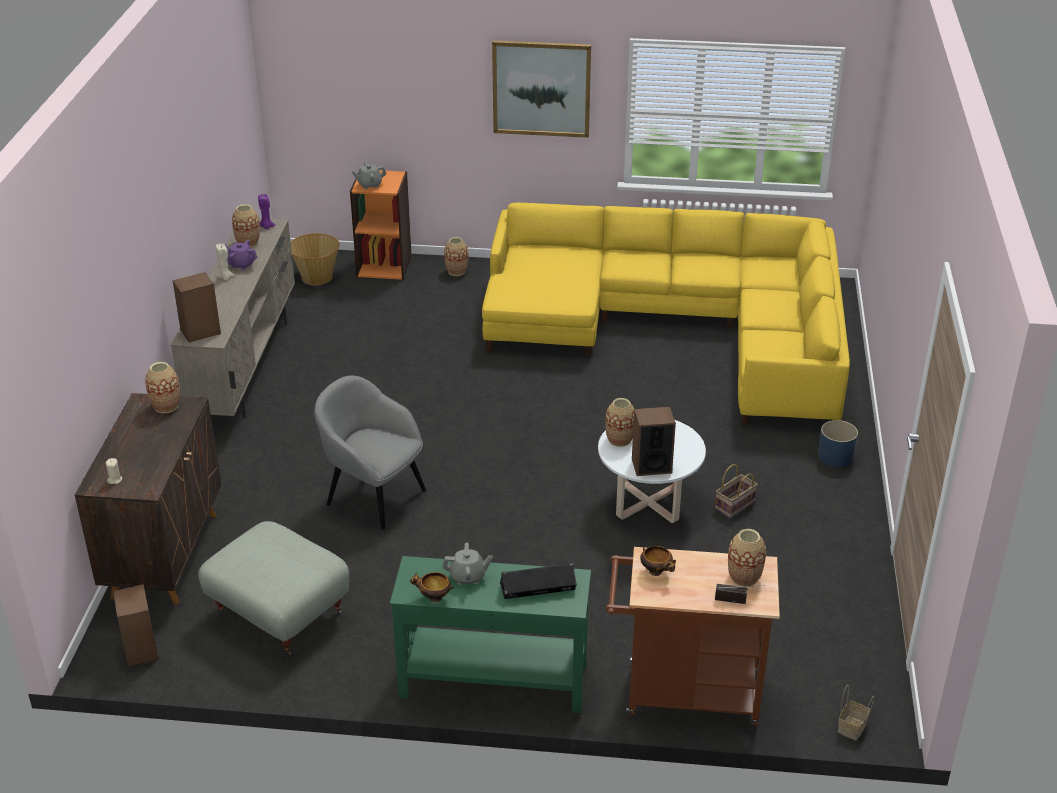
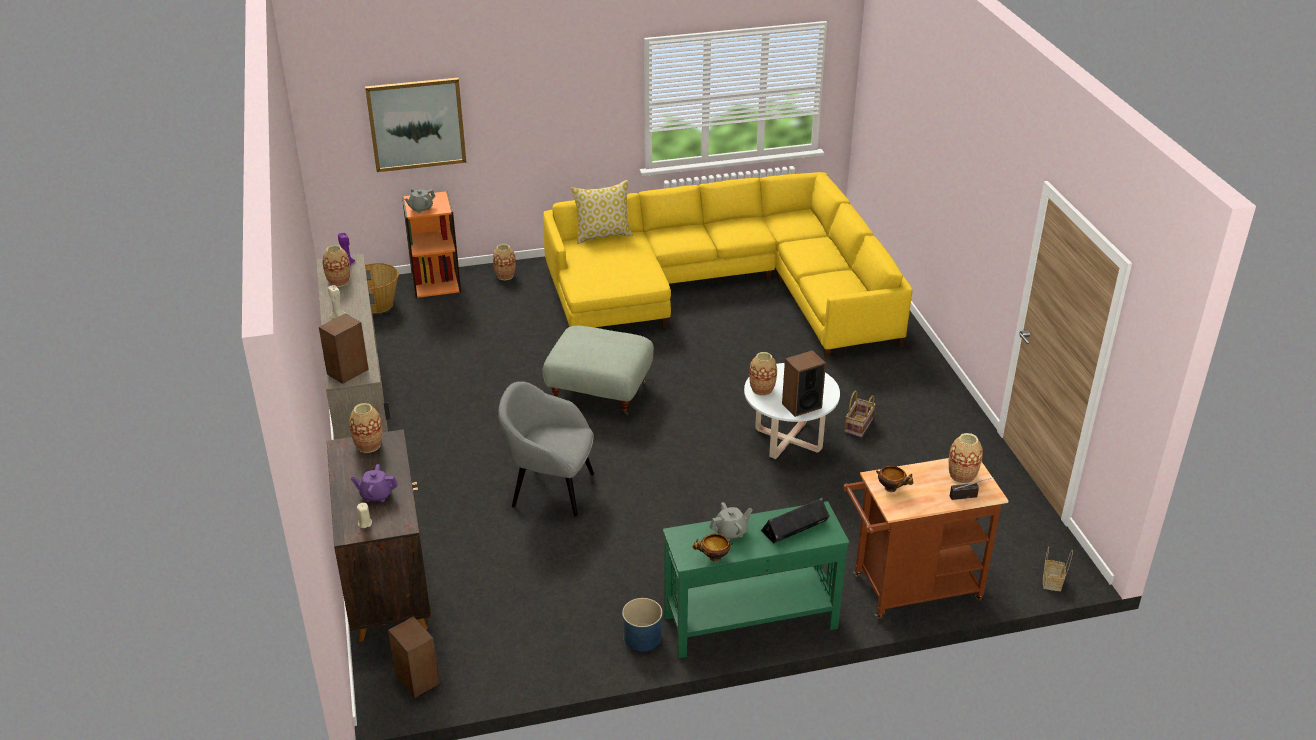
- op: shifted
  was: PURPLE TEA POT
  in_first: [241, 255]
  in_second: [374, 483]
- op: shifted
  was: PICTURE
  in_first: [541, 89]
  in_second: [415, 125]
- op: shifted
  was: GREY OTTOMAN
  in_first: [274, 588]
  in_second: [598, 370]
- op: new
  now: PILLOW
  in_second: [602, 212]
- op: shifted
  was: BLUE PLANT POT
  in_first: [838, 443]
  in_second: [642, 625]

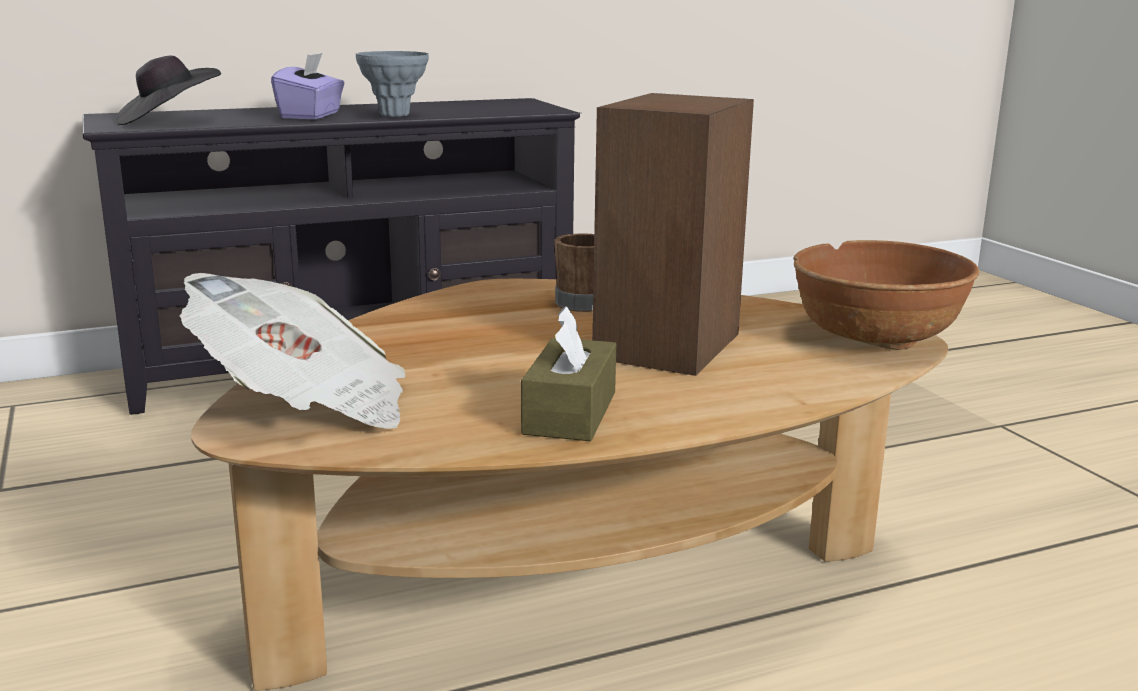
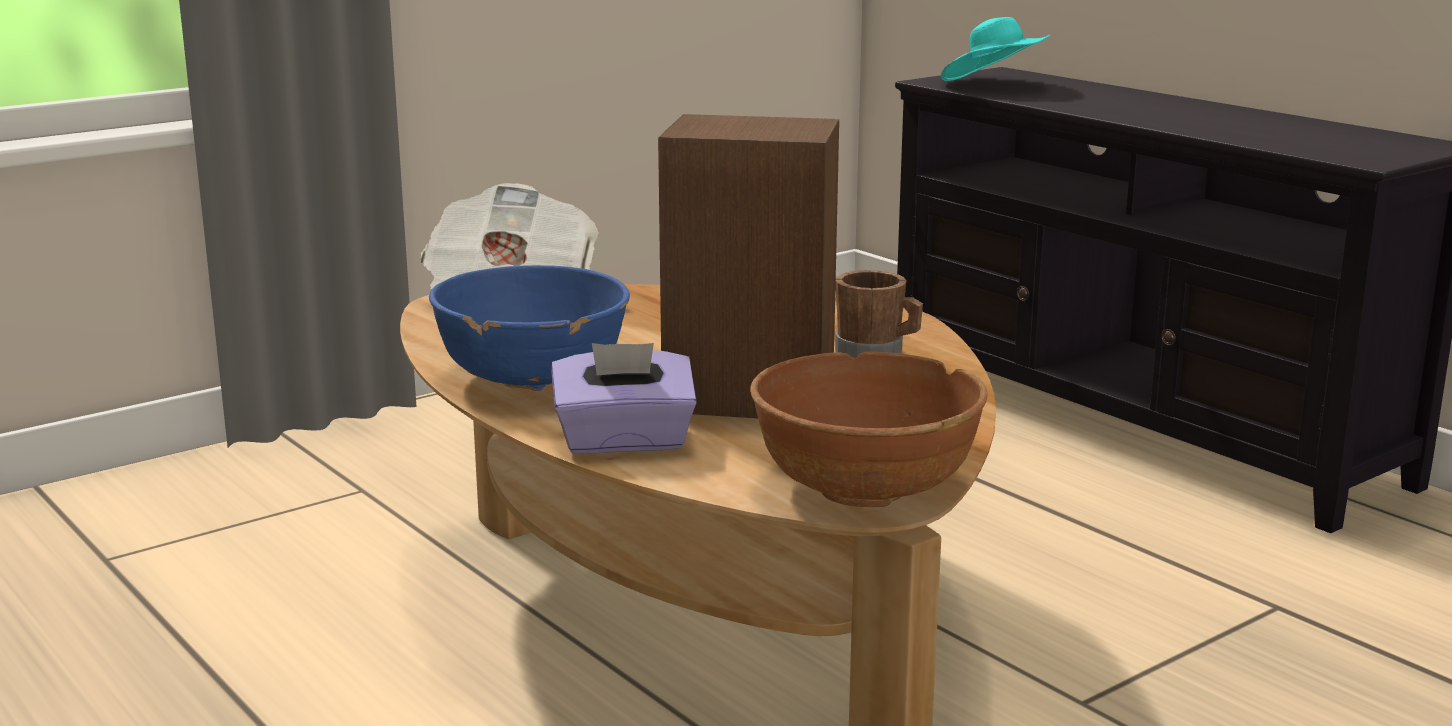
- op: swapped
  was: BROWN BOX OF TISSUES
  now: BLUE SERVING BOWL
  in_first: [568, 373]
  in_second: [529, 328]
- op: shifted
  was: PURPLE BOX OF TISSUES
  in_first: [308, 86]
  in_second: [624, 398]
- op: repainted
  was: BLACK CLOTHING HAT
  now: TURQUOISE CLOTHING HAT
  in_first: [168, 90]
  in_second: [996, 49]
- op: gone
  was: GREY FLOWER VASE
  in_first: [392, 84]

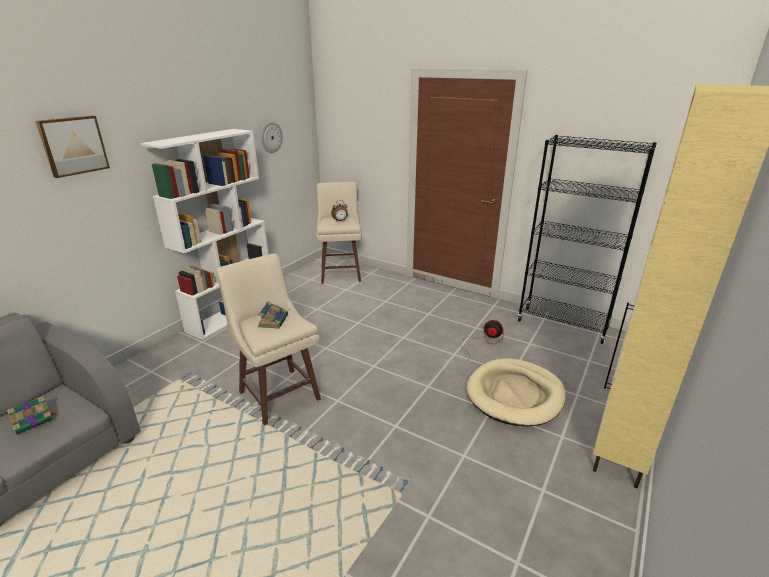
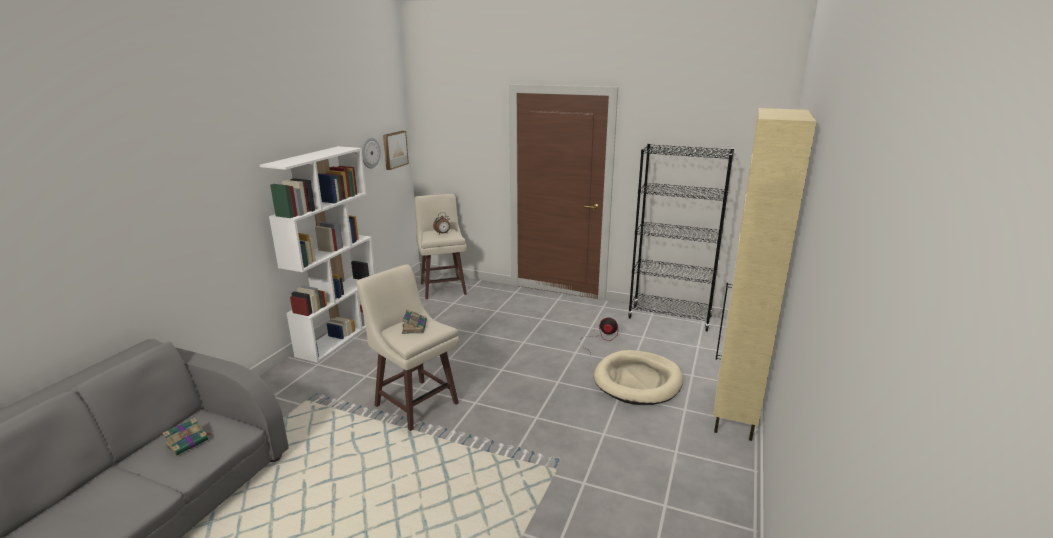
- op: shifted
  was: PICTURE
  in_first: [73, 147]
  in_second: [396, 150]

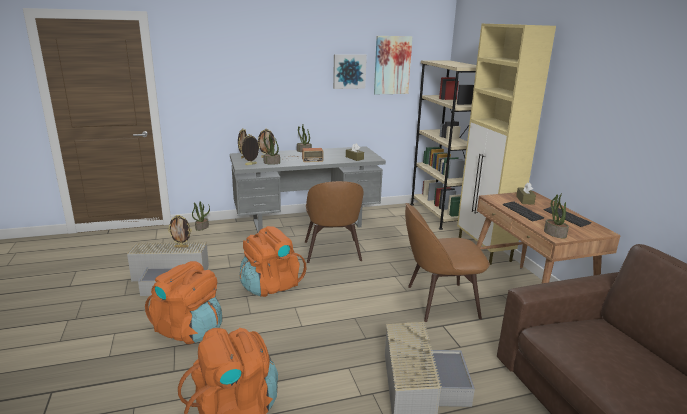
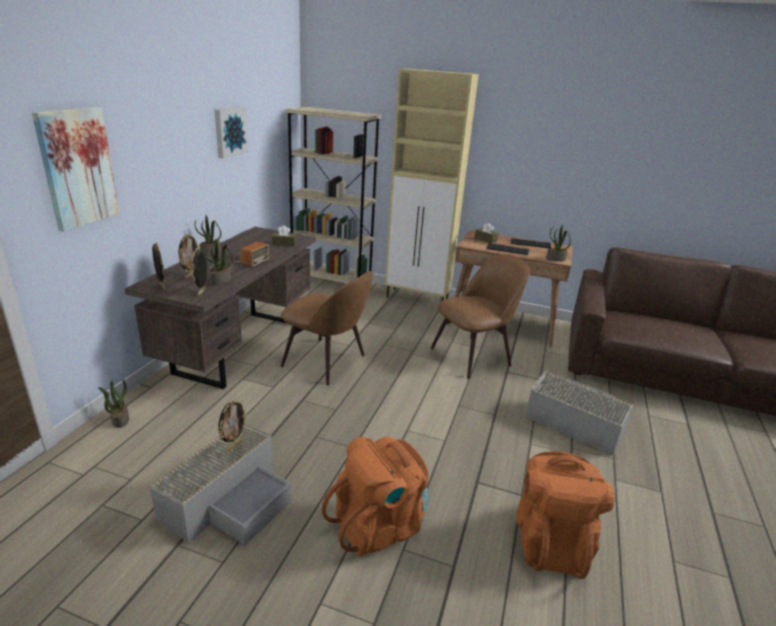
- op: shifted
  was: PICTURE
  in_first: [393, 65]
  in_second: [76, 169]
- op: repainted
  was: GREY DESK TABLE
  now: BROWN DESK TABLE
  in_first: [308, 189]
  in_second: [220, 308]
- op: rotated
  was: BROWN PLAIN CHAIR
  in_first: [447, 262]
  in_second: [480, 316]
  clockwise: -150
- op: gone
  was: ORANGE BACKPACK
  in_first: [273, 261]

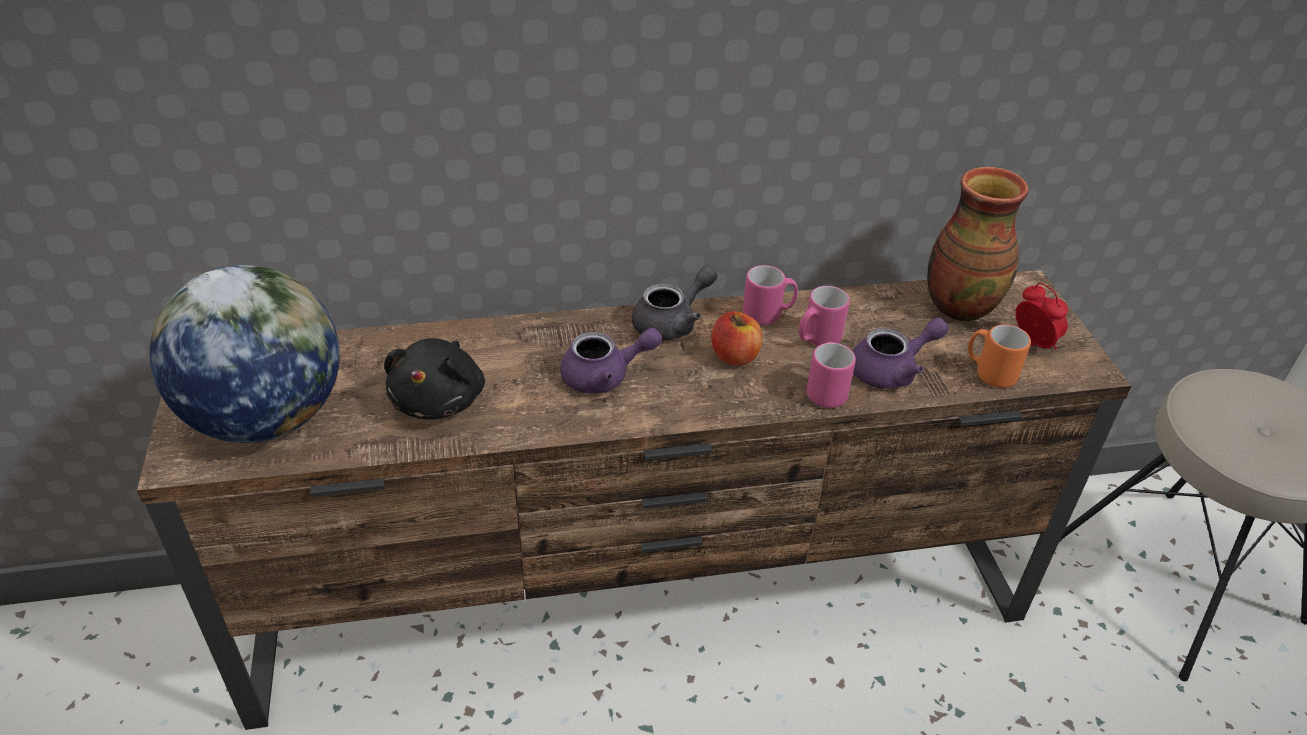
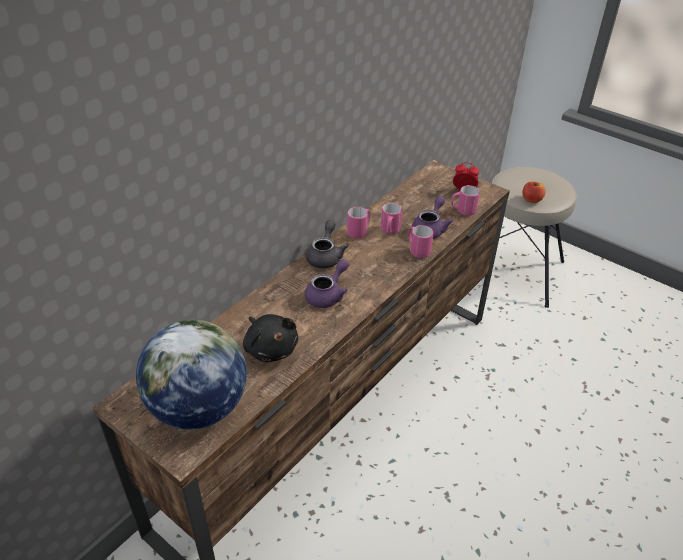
- op: repainted
  was: ORANGE COFFEE MUG
  now: PINK-COLOURED COFFEE MUG
  in_first: [999, 356]
  in_second: [465, 200]
- op: shifted
  was: APPLE FRUIT
  in_first: [736, 338]
  in_second: [534, 192]
- op: gone
  was: FLOWER VASE
  in_first: [978, 244]

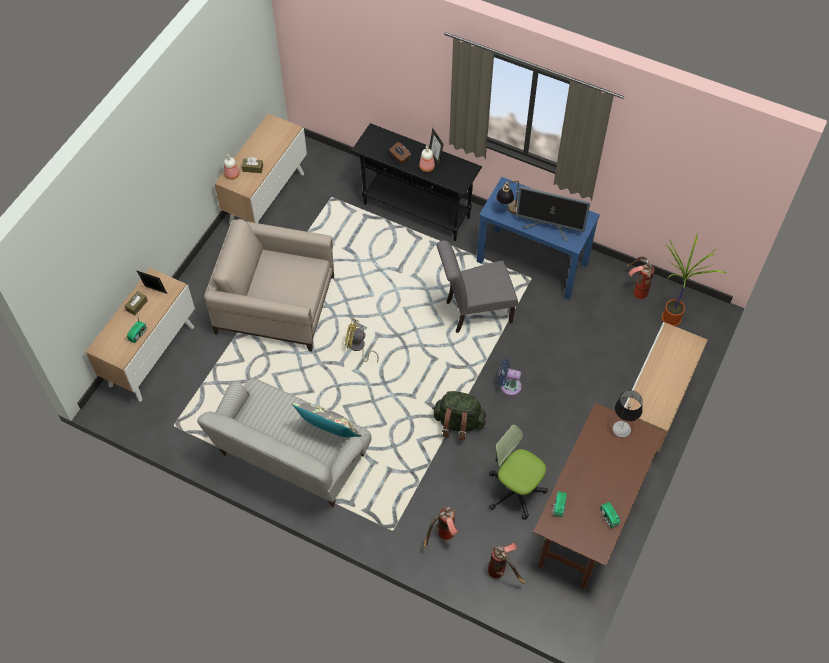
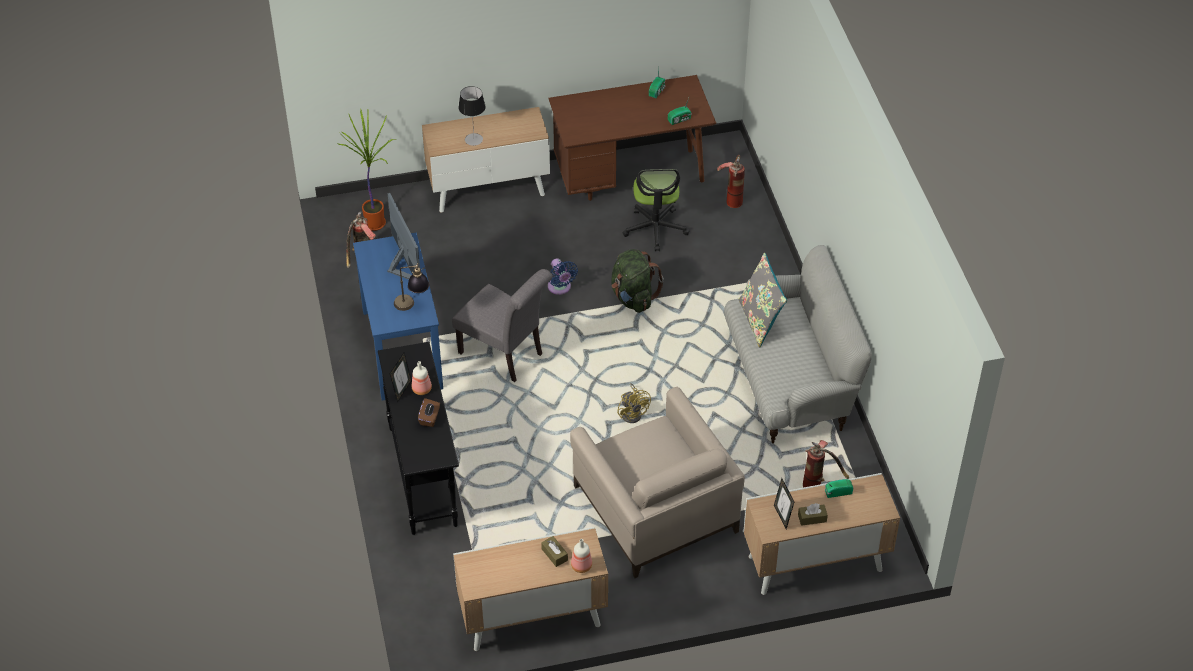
- op: shifted
  was: TABLE LAMP
  in_first: [628, 413]
  in_second: [472, 116]
- op: shifted
  was: FIRE-FIGHTING CYLINDER
  in_first: [440, 527]
  in_second: [826, 464]

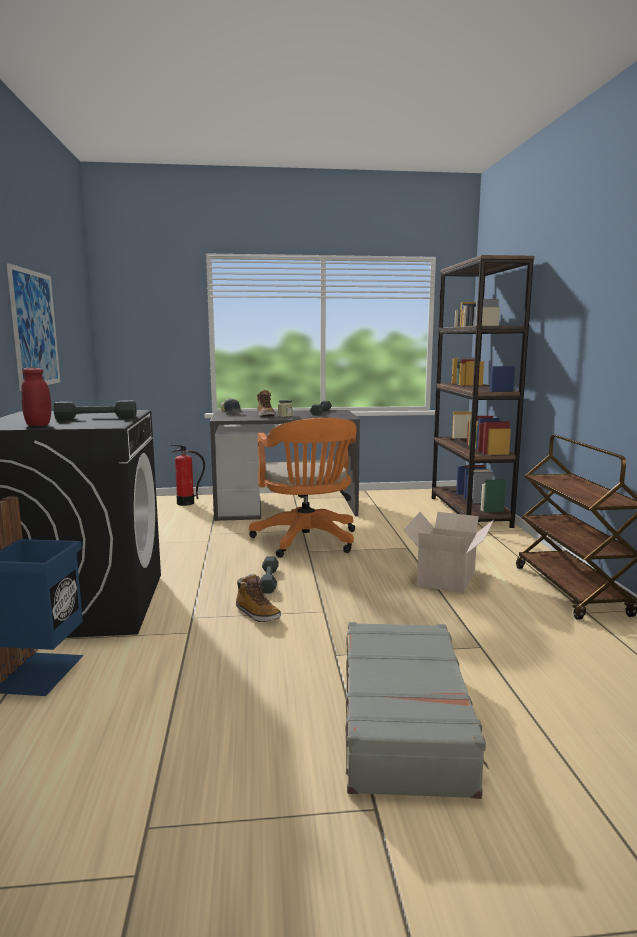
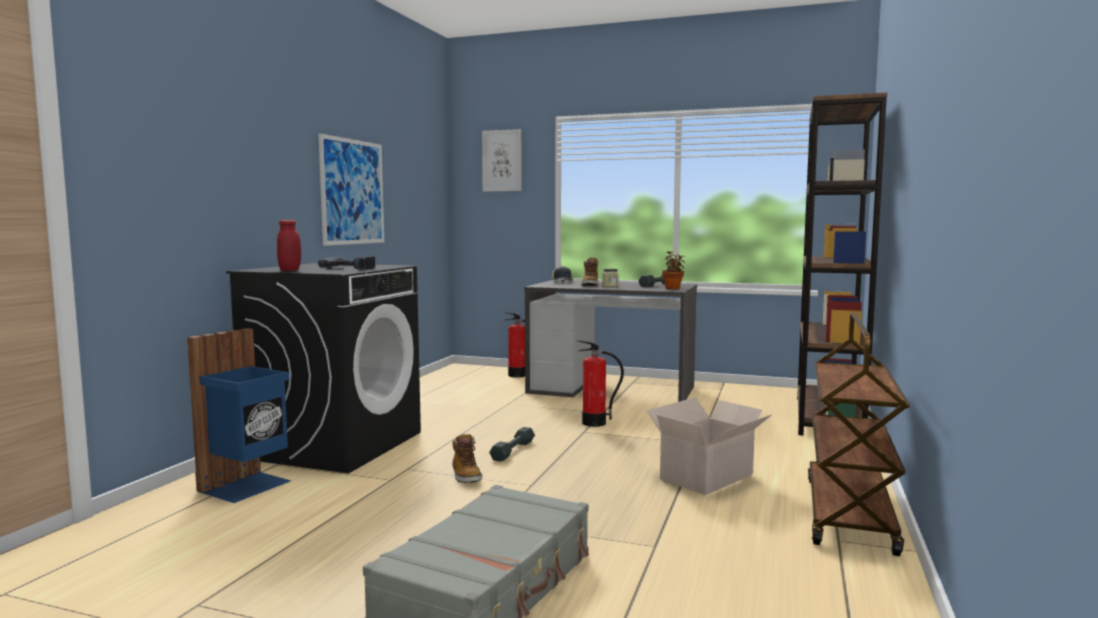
- op: swapped
  was: GREY DUMBBELL
  now: ELECTRIC DRILL
  in_first: [95, 410]
  in_second: [347, 263]
- op: new
  now: PICTURE
  in_second: [502, 160]
- op: swapped
  was: ORANGE DESK CHAIR
  now: FIRE-FIGHTING CYLINDER
  in_first: [303, 488]
  in_second: [600, 383]
- op: new
  now: POTTED PLANT
  in_second: [673, 270]

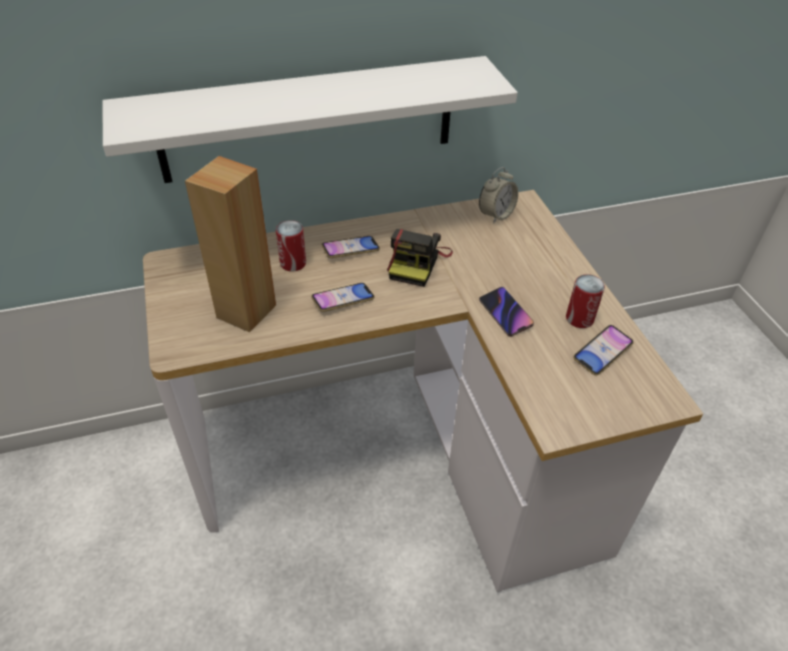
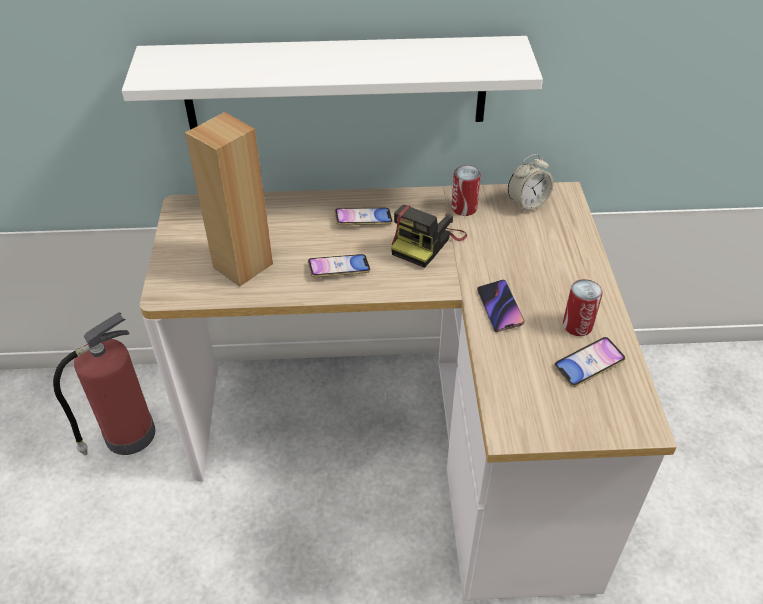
- op: new
  now: FIRE-FIGHTING CYLINDER
  in_second: [104, 383]
- op: shifted
  was: SEALED CAN
  in_first: [291, 246]
  in_second: [466, 190]

